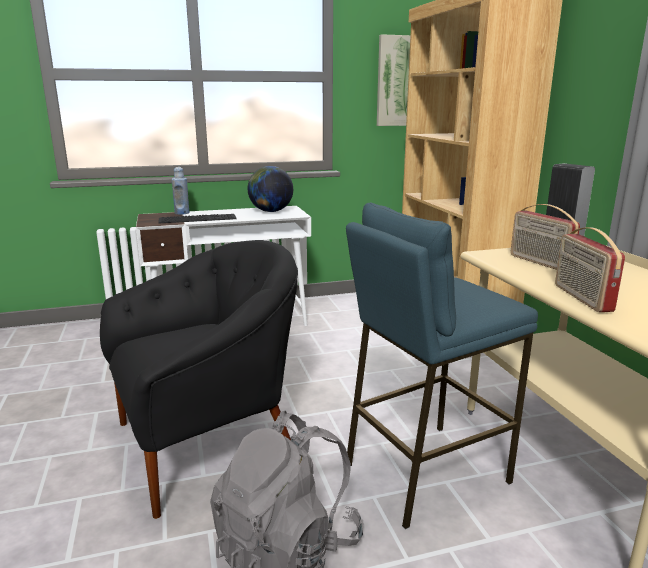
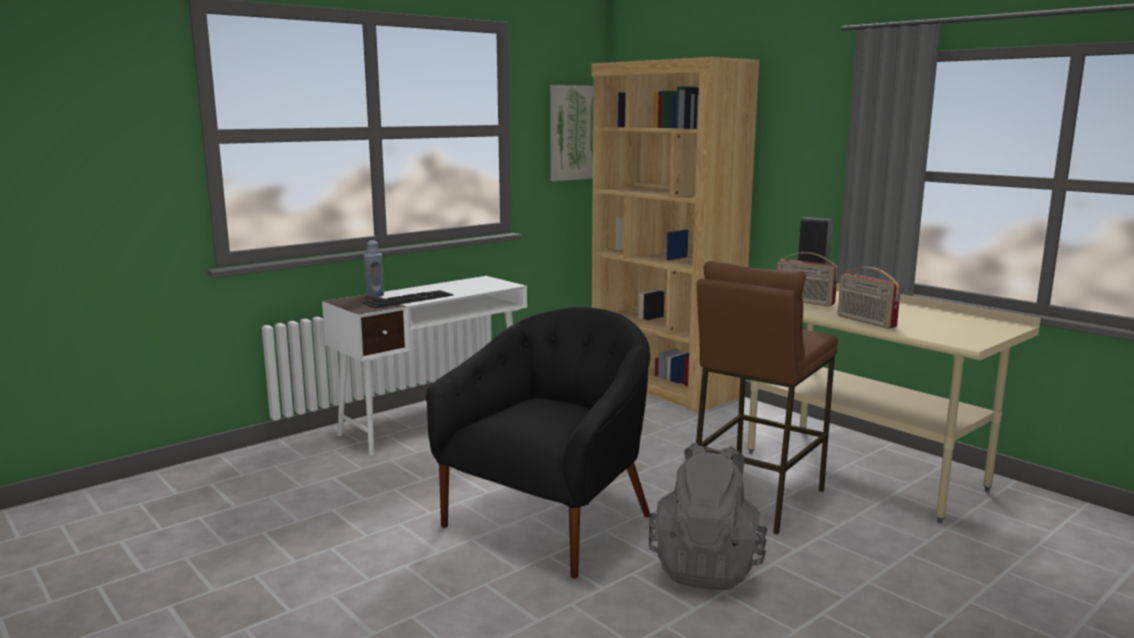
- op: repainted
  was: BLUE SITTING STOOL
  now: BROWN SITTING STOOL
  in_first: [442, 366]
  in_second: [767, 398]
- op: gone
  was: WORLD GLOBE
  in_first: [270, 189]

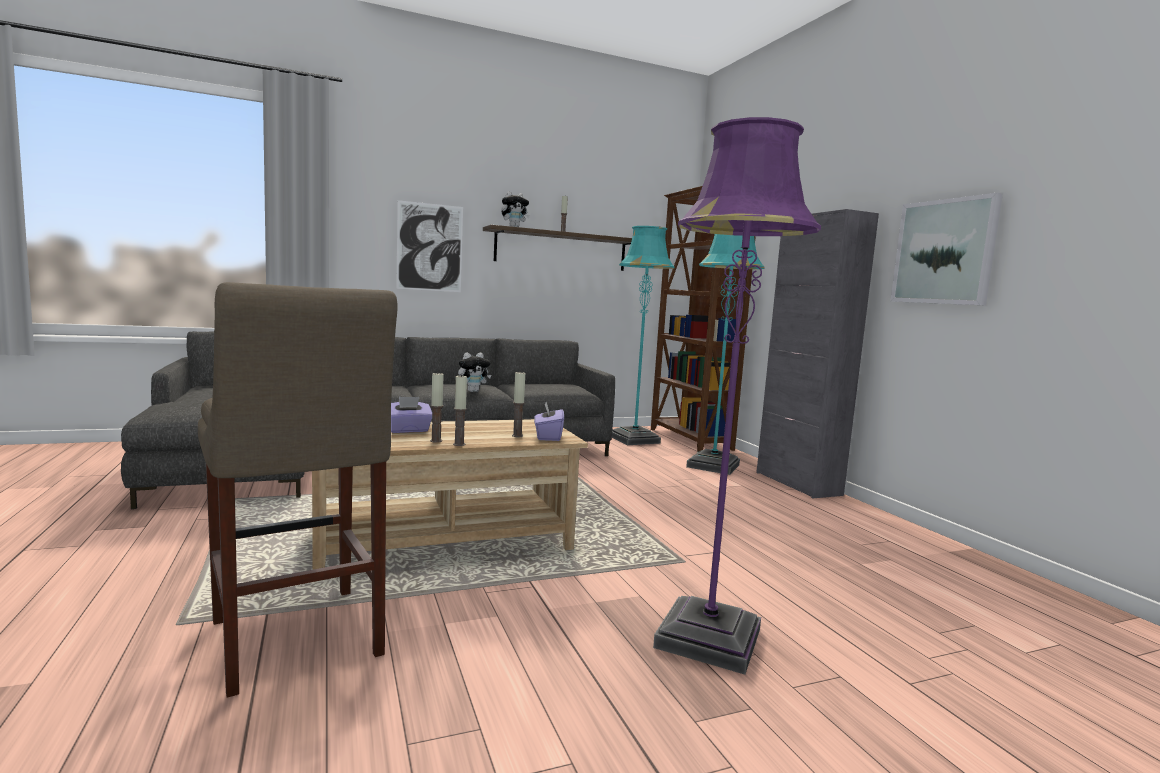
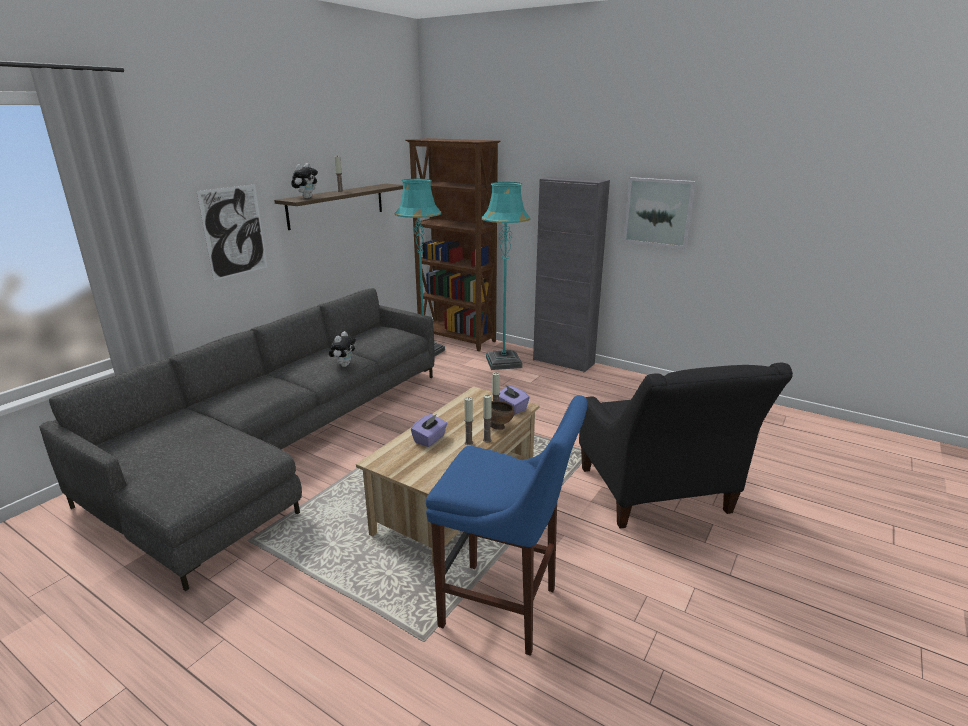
- op: repainted
  was: BEIGE-COLOURED SITTING STOOL
  now: BLUE SITTING STOOL
  in_first: [297, 490]
  in_second: [507, 525]
- op: new
  now: BROWN SERVING BOWL
  in_second: [502, 415]
- op: swapped
  was: PURPLE FLOOR LAMP
  now: BLACK EASY CHAIR
  in_first: [737, 396]
  in_second: [686, 446]

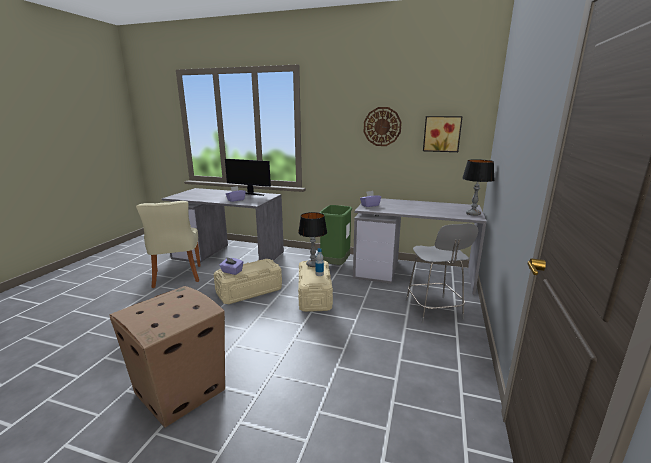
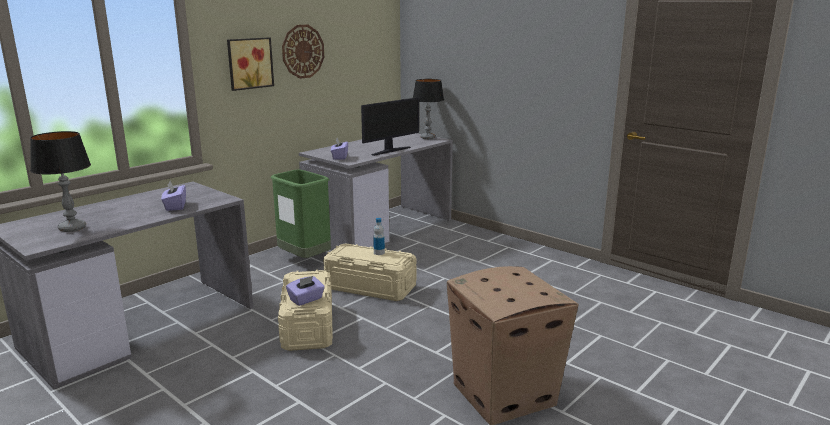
- op: shifted
  was: TABLE LAMP
  in_first: [312, 239]
  in_second: [60, 181]
- op: shifted
  was: PICTURE
  in_first: [443, 134]
  in_second: [250, 64]
- op: shifted
  was: COMPUTER SCREEN
  in_first: [248, 177]
  in_second: [390, 126]
- op: gone
  was: BEIGE-COLOURED PLAIN CHAIR
  in_first: [168, 244]
- op: gone
  was: GREY SITTING STOOL
  in_first: [442, 273]

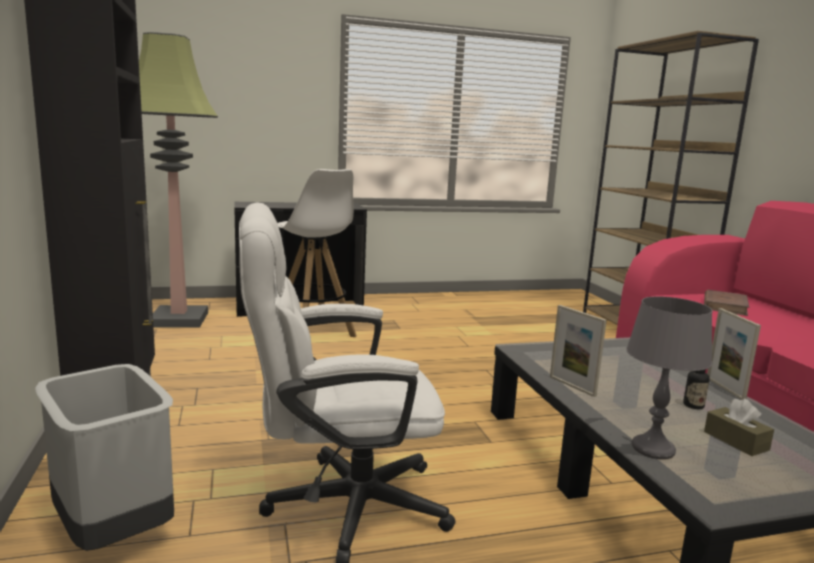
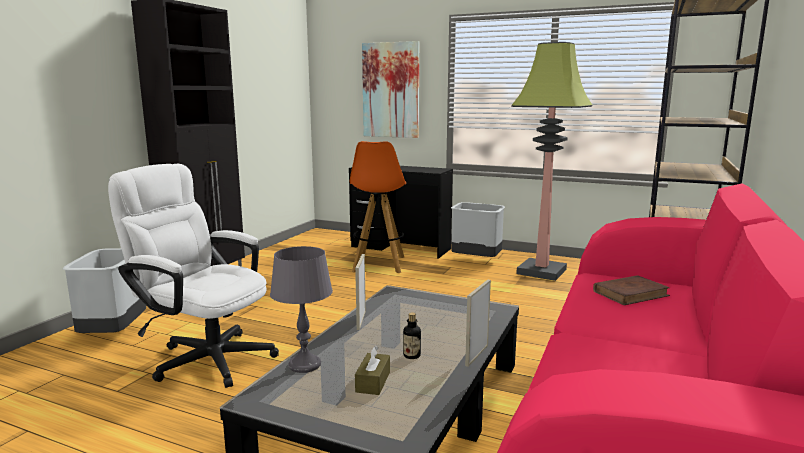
- op: repainted
  was: WHITE SITTING STOOL
  now: ORANGE SITTING STOOL
  in_first: [317, 253]
  in_second: [378, 207]
- op: new
  now: PICTURE
  in_second: [390, 89]
- op: new
  now: GREY RUBBISH BIN
  in_second: [478, 229]
- op: shifted
  was: FLOOR LAMP
  in_first: [178, 179]
  in_second: [552, 161]

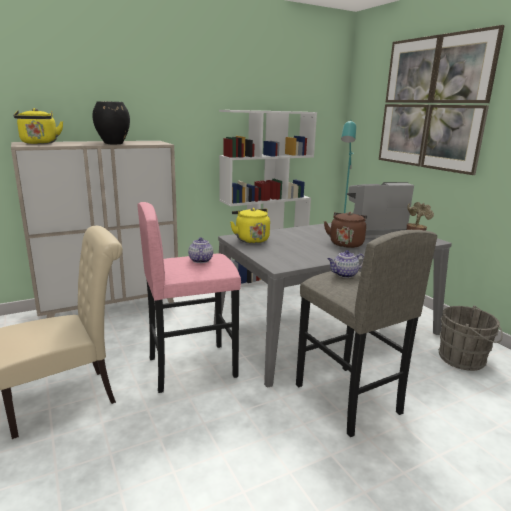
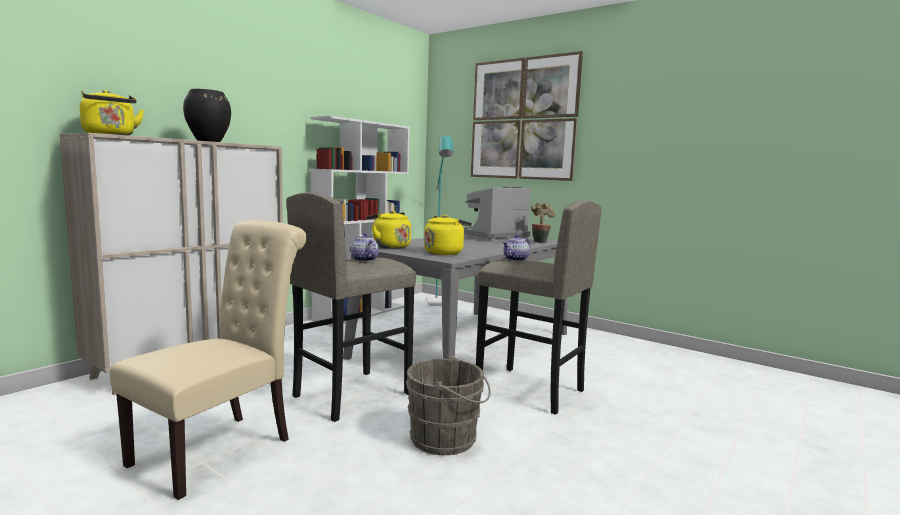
- op: repainted
  was: PINK-COLOURED SITTING STOOL
  now: GREY SITTING STOOL
  in_first: [189, 297]
  in_second: [351, 307]
- op: shifted
  was: GREY PAIL
  in_first: [470, 338]
  in_second: [448, 405]
- op: new
  now: YELLOWISH WATER KETTLE
  in_second: [448, 235]
- op: gone
  was: BROWN WATER KETTLE
  in_first: [345, 230]

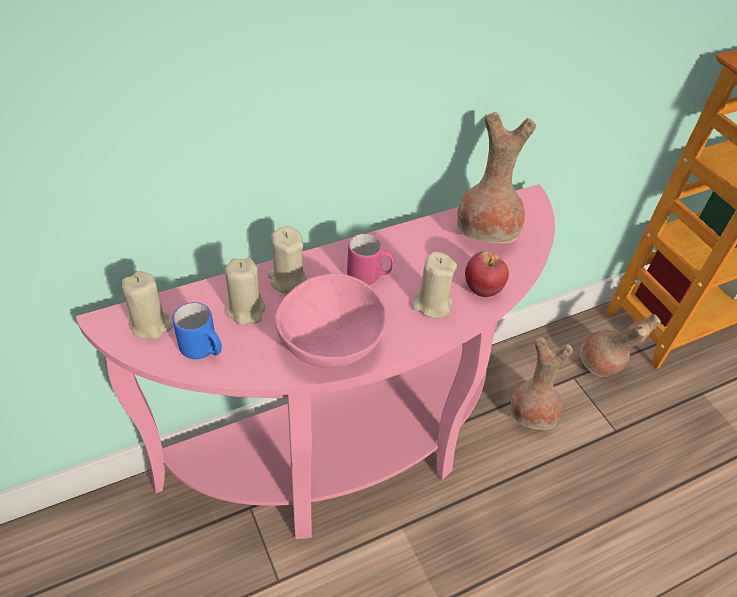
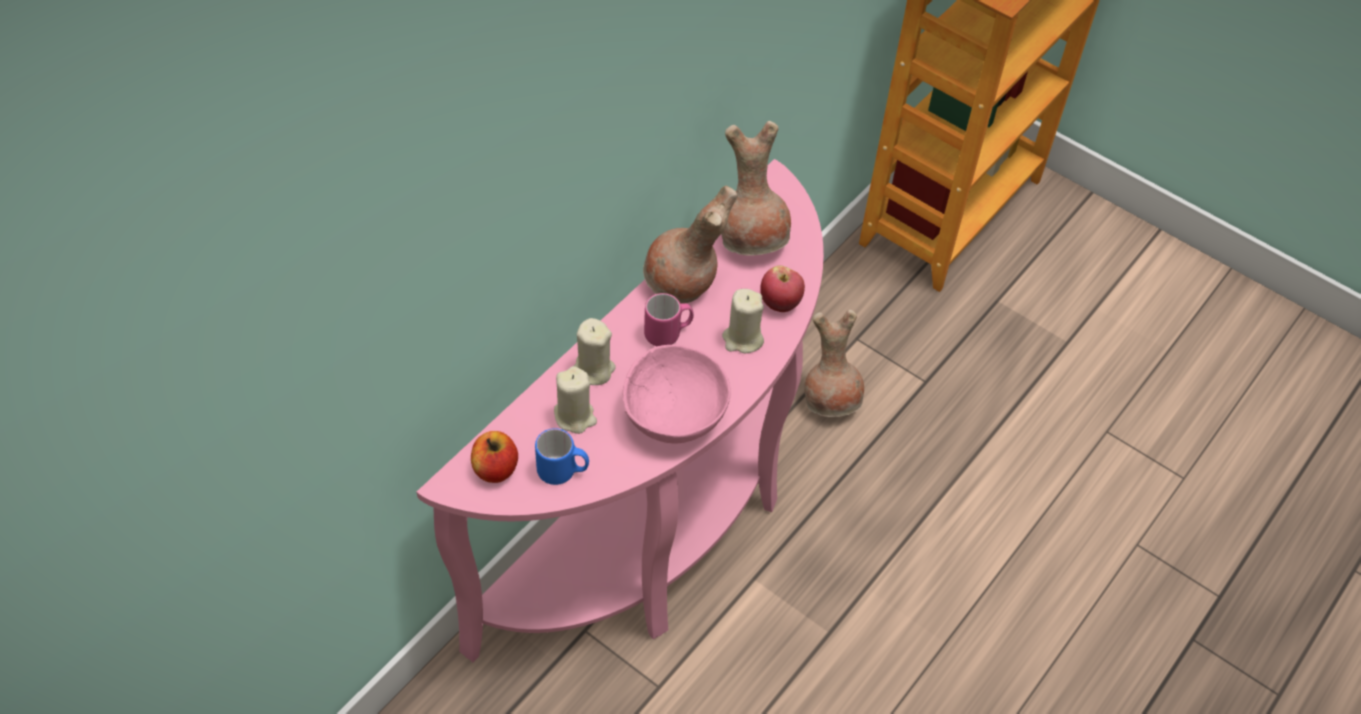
- op: swapped
  was: BEIGE-COLOURED WAX CANDLE
  now: APPLE FRUIT
  in_first: [147, 305]
  in_second: [494, 457]
- op: shifted
  was: BROWN FLOWER VASE
  in_first: [620, 345]
  in_second: [690, 244]

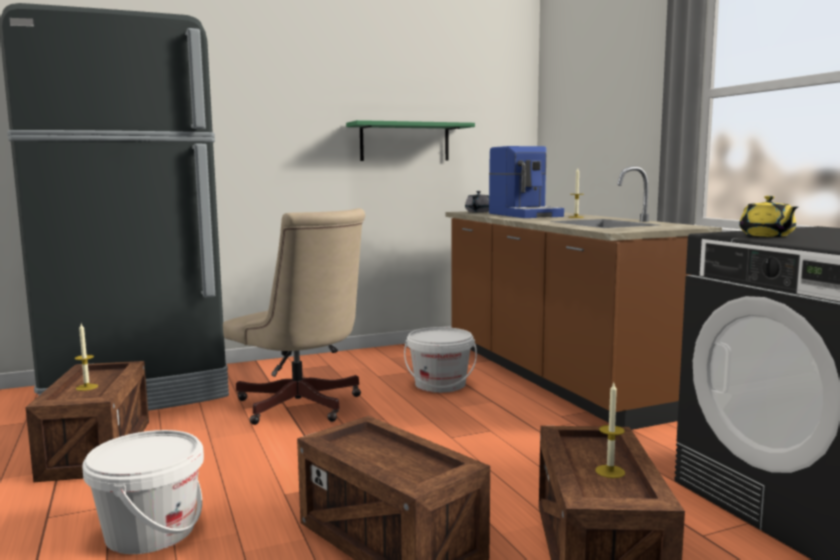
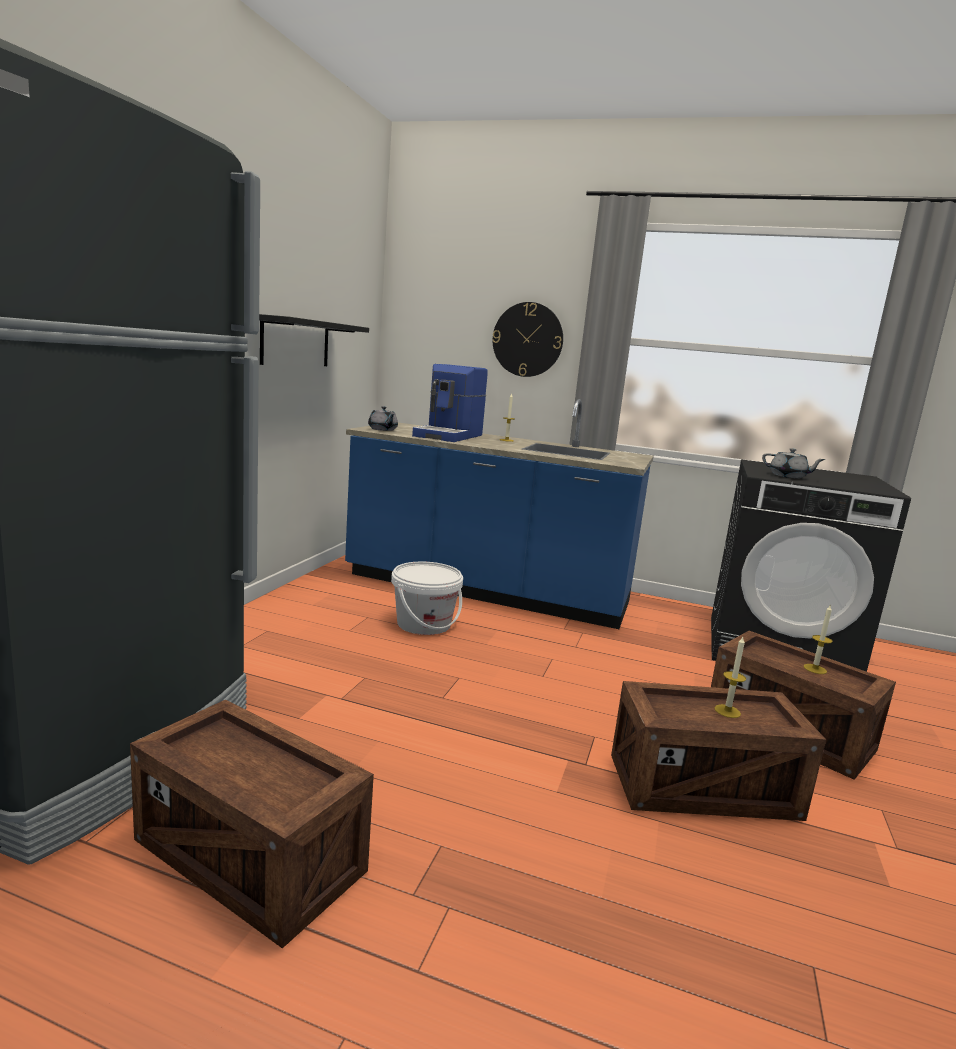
- op: repainted
  was: GREEN-COLOURED SHELF
  now: BLACK SHELF
  in_first: [410, 140]
  in_second: [314, 340]
- op: repainted
  was: BROWN KITCHEN COUNTER
  now: BLUE KITCHEN COUNTER
  in_first: [583, 298]
  in_second: [499, 514]
- op: rotated
  was: COFFEE MAKER
  in_first: [526, 182]
  in_second: [450, 403]
  clockwise: 90
- op: new
  now: HANGING CLOCK
  in_second: [528, 339]
- op: shifted
  was: WAX CANDLE
  in_first: [86, 357]
  in_second: [730, 677]
- op: repainted
  was: YELLOWISH TEA POT
  now: GREY TEA POT
  in_first: [768, 216]
  in_second: [794, 463]
- op: gone
  was: WHITE PAIL
  in_first: [143, 492]
- op: gone
  was: BEIGE-COLOURED DESK CHAIR
  in_first: [294, 316]

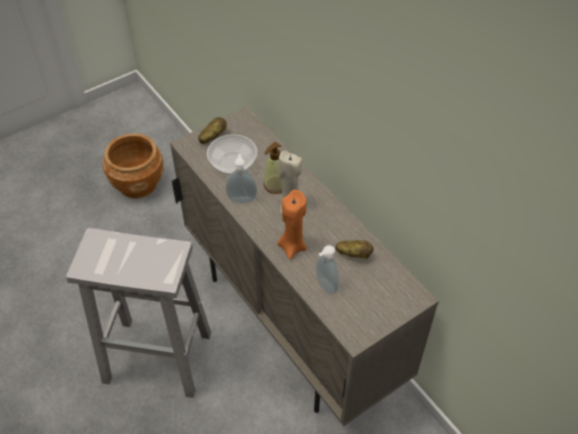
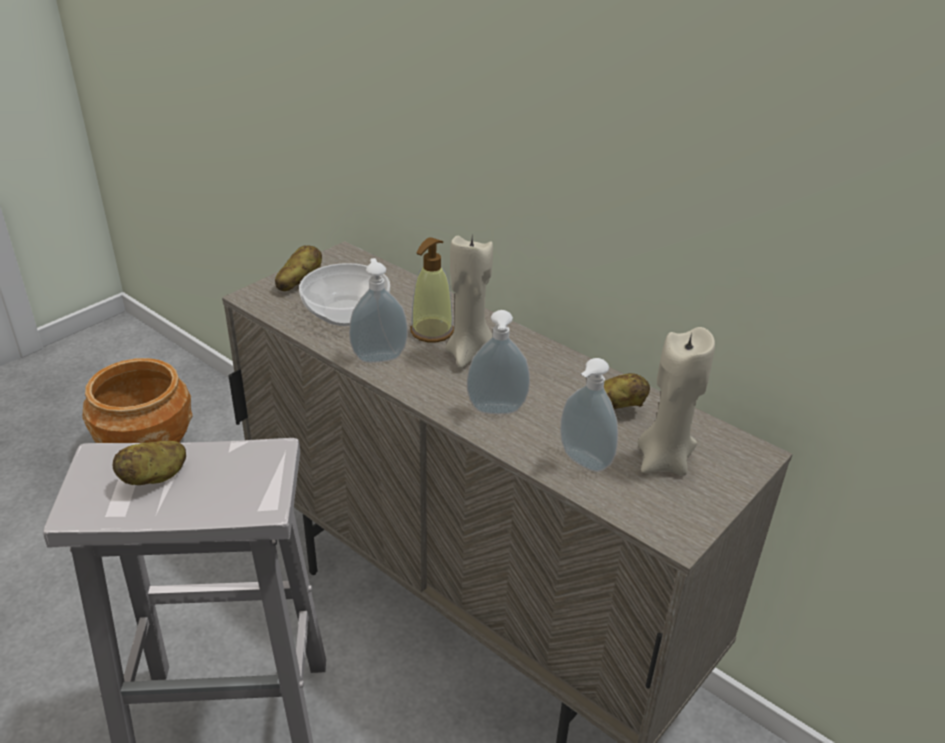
- op: new
  now: SPUD
  in_second: [149, 463]
- op: swapped
  was: ORANGE WAX CANDLE
  now: SOAP BOTTLE
  in_first: [292, 224]
  in_second: [498, 362]
- op: new
  now: BEIGE-COLOURED WAX CANDLE
  in_second: [676, 401]

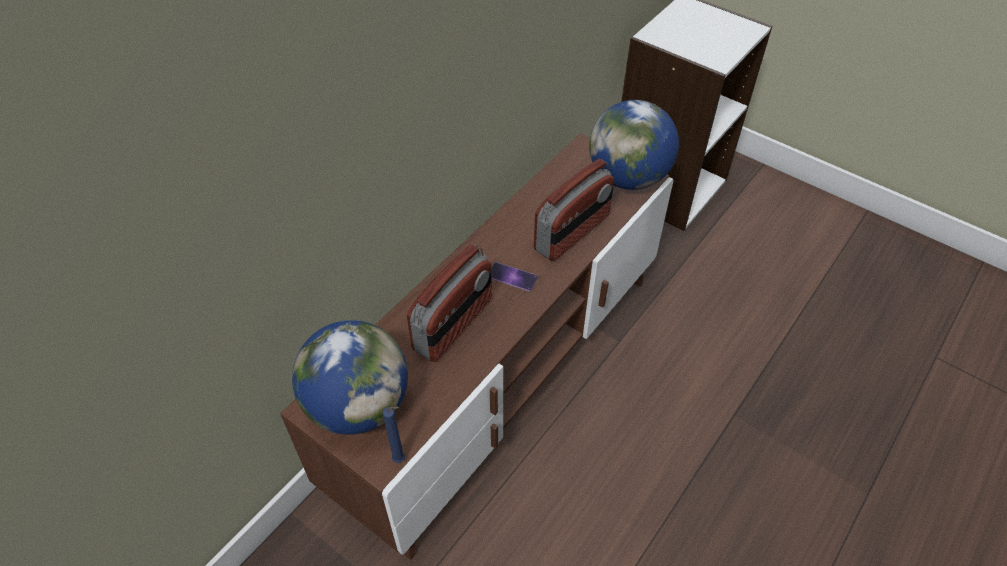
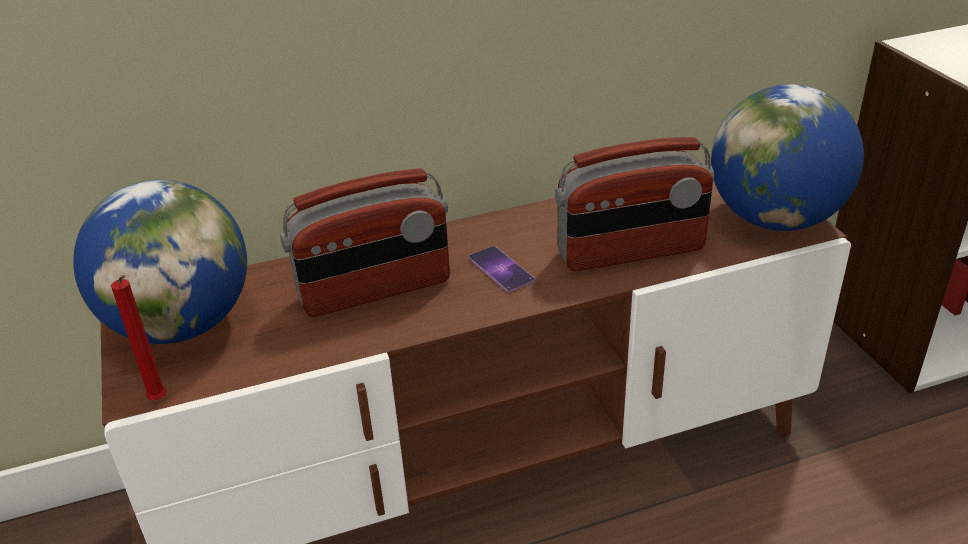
- op: repainted
  was: BLUE WAX CANDLE
  now: REDDISH WAX CANDLE
  in_first: [393, 434]
  in_second: [139, 337]

